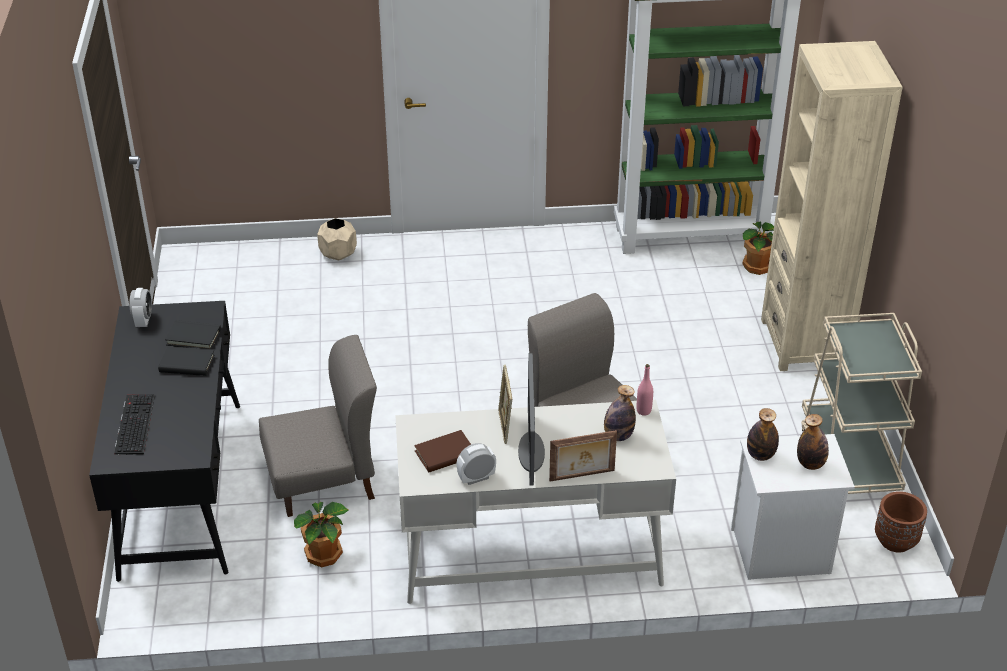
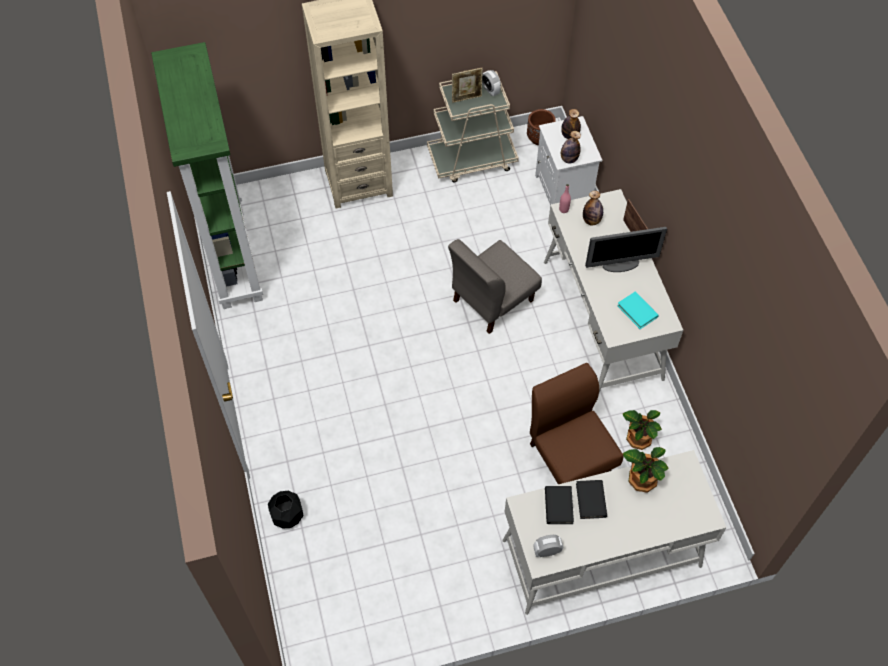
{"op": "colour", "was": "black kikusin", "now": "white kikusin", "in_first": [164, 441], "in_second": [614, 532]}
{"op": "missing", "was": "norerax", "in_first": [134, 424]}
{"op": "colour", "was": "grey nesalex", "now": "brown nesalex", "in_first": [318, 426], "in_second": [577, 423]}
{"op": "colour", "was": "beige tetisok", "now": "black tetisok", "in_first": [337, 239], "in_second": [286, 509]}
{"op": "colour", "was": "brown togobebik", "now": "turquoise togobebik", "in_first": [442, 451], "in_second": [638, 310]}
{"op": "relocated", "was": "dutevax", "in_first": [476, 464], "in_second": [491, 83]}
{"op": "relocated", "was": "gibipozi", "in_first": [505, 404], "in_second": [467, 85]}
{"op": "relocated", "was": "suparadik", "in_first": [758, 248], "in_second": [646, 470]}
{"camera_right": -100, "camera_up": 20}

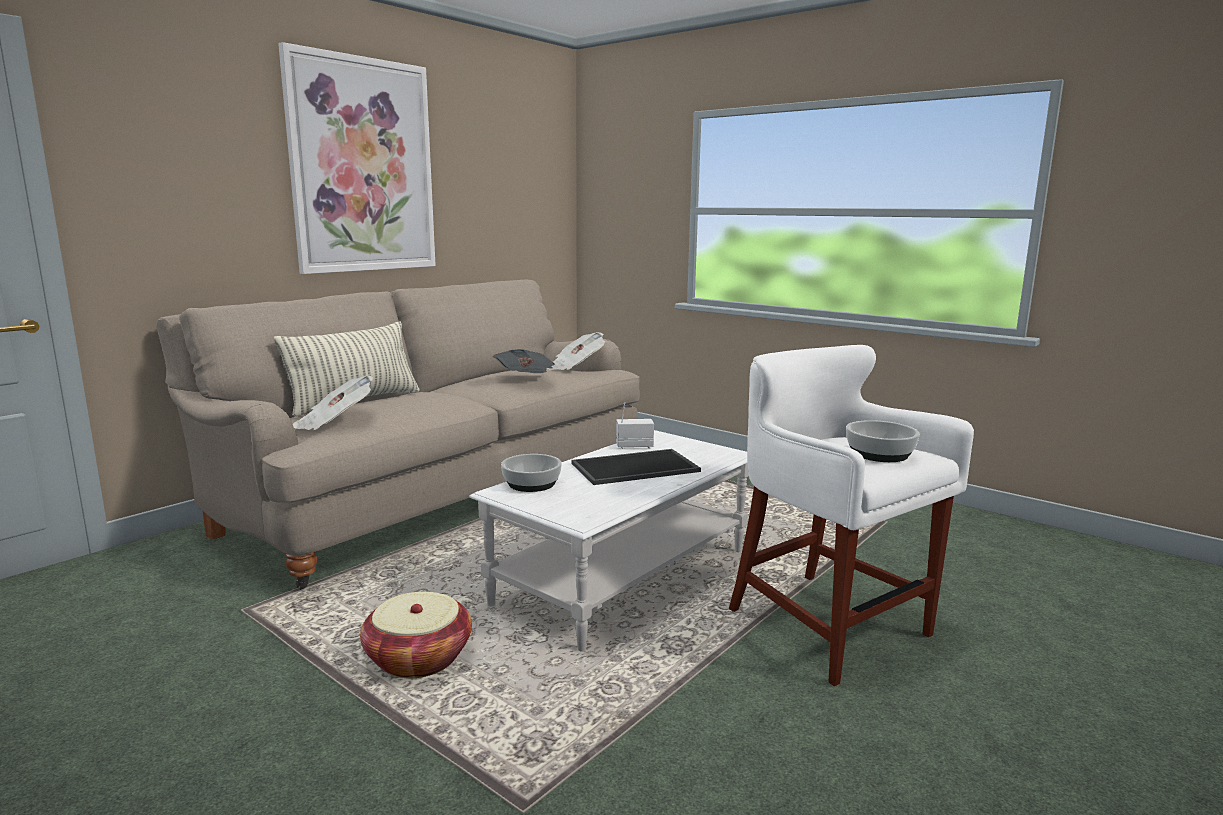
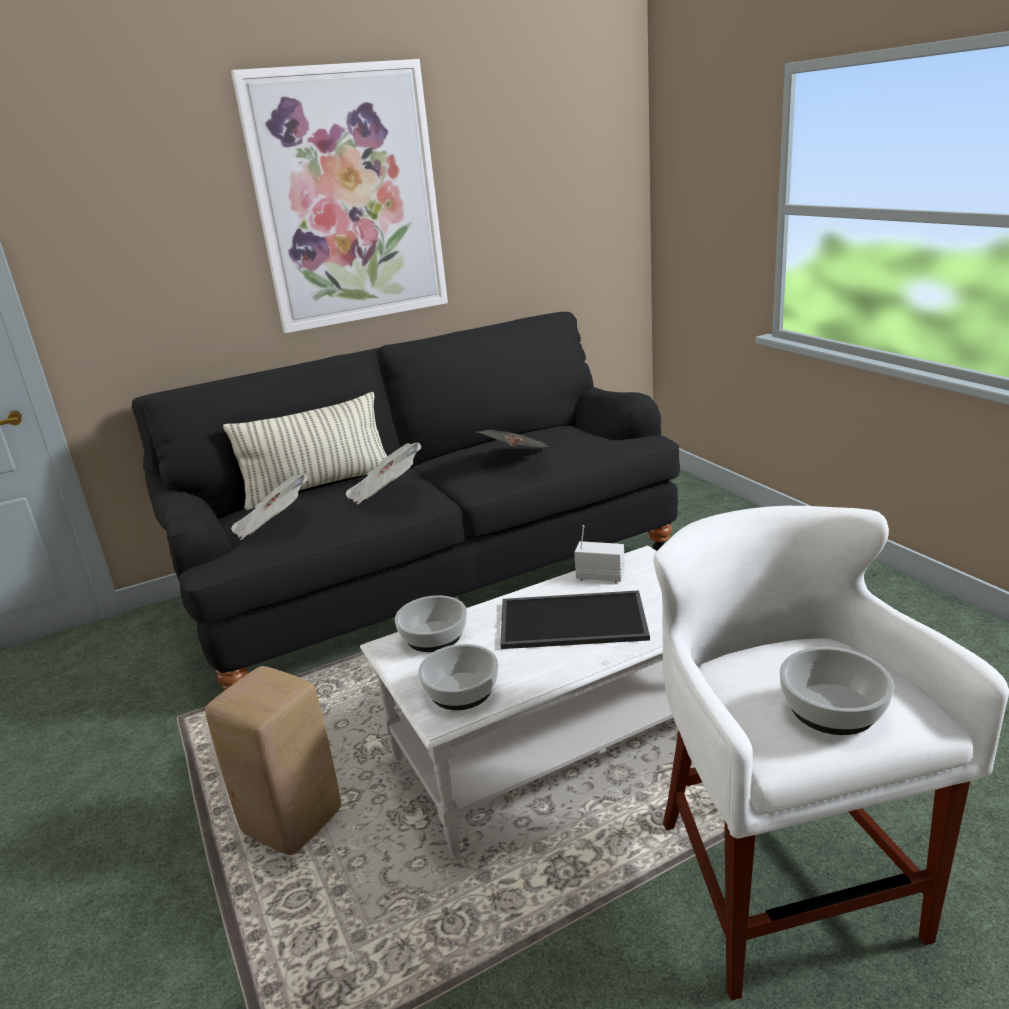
{"op": "colour", "was": "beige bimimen", "now": "black bimimen", "in_first": [398, 434], "in_second": [406, 501]}
{"op": "exchanged", "was": "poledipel", "now": "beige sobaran", "in_first": [416, 635], "in_second": [273, 760]}
{"op": "relocated", "was": "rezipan", "in_first": [576, 351], "in_second": [383, 473]}
{"op": "appeared", "now": "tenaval", "in_second": [458, 677]}
{"camera_right": 25, "camera_up": 10}

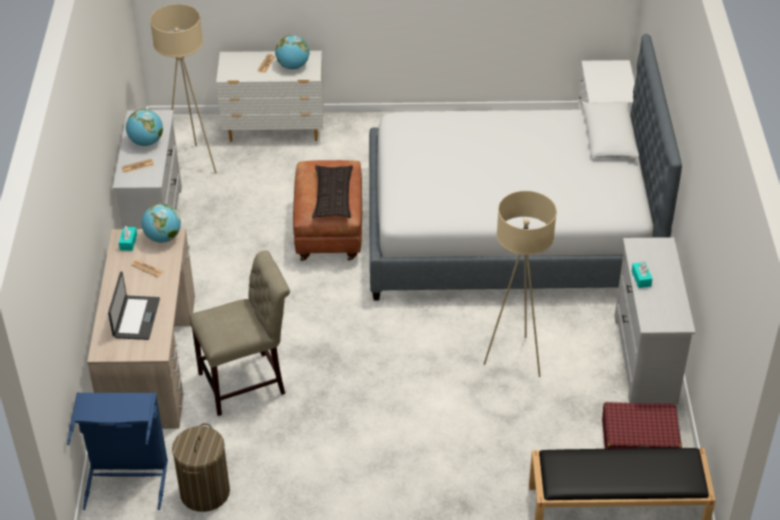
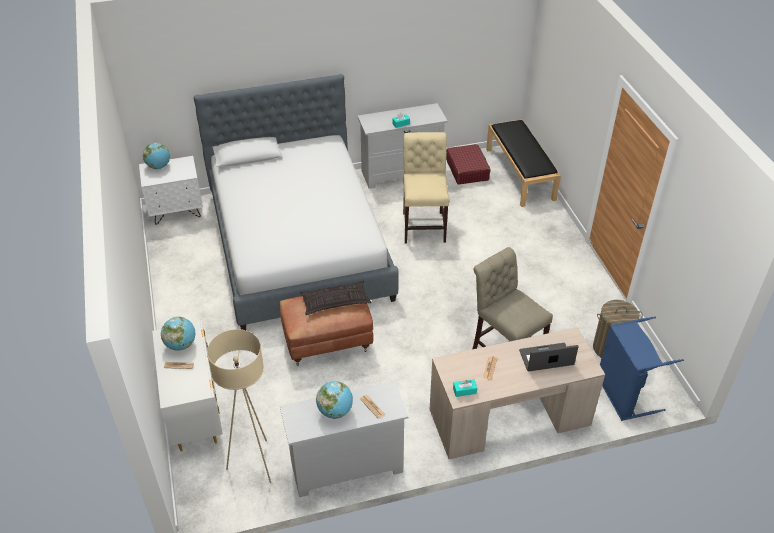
{"op": "relocated", "was": "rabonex", "in_first": [161, 223], "in_second": [156, 156]}
{"op": "exchanged", "was": "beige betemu", "now": "beige nesalex", "in_first": [520, 284], "in_second": [426, 187]}
{"camera_right": -105, "camera_up": 0}

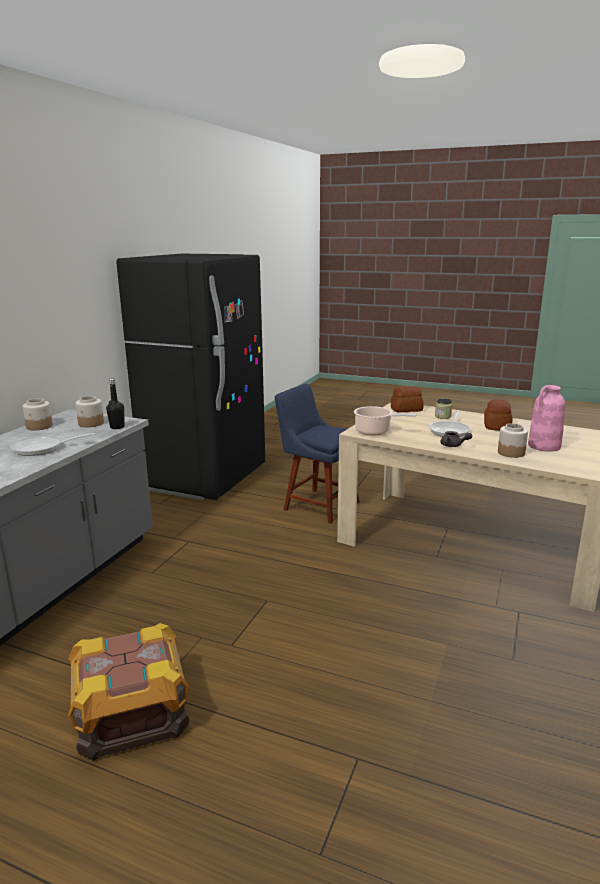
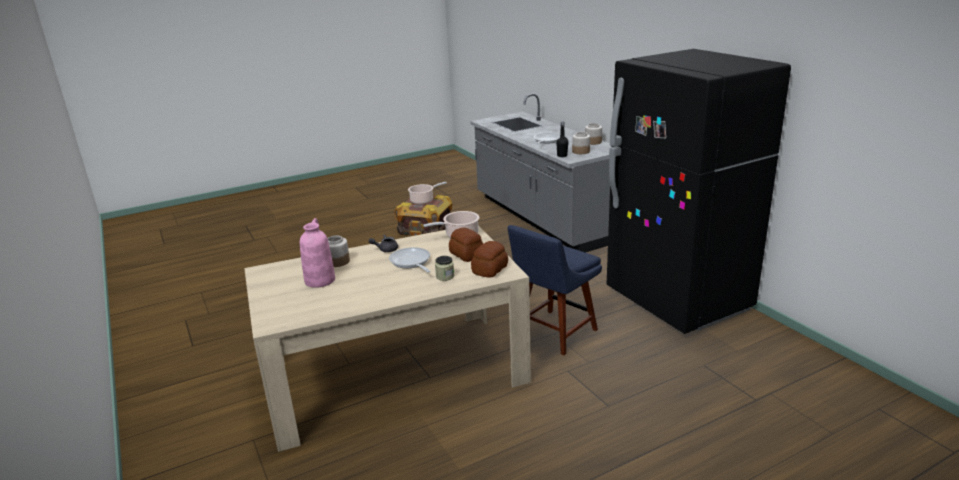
{"op": "spun", "was": "blue nesalex", "in_first": [317, 454], "in_second": [554, 290], "clockwise": 150}
{"op": "relocated", "was": "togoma", "in_first": [498, 415], "in_second": [466, 245]}
{"op": "appeared", "now": "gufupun", "in_second": [427, 193]}
{"camera_right": 130, "camera_up": 5}

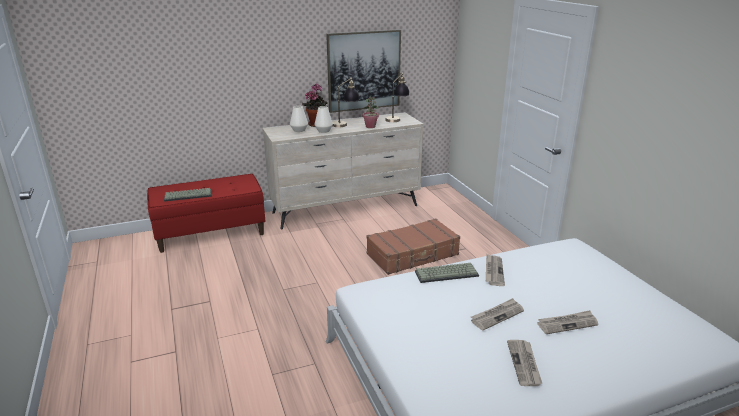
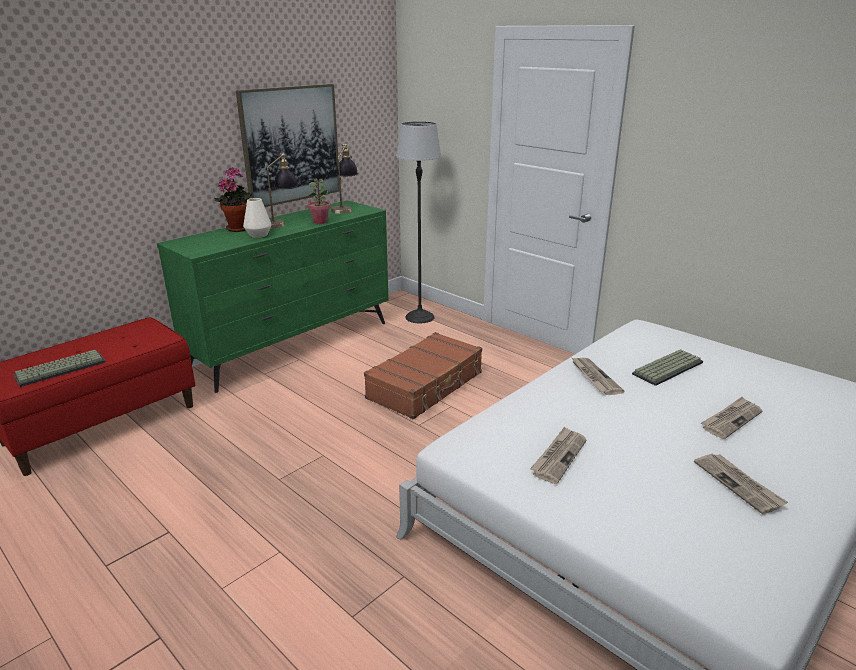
{"op": "colour", "was": "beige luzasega", "now": "green luzasega", "in_first": [343, 170], "in_second": [272, 296]}
{"op": "missing", "was": "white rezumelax", "in_first": [299, 119]}
{"op": "relocated", "was": "norerax", "in_first": [447, 273], "in_second": [667, 367]}
{"op": "relocated", "was": "rezipan", "in_first": [497, 314], "in_second": [558, 455]}
{"op": "appeared", "now": "betemu", "in_second": [419, 222]}
{"camera_right": -25, "camera_up": 0}

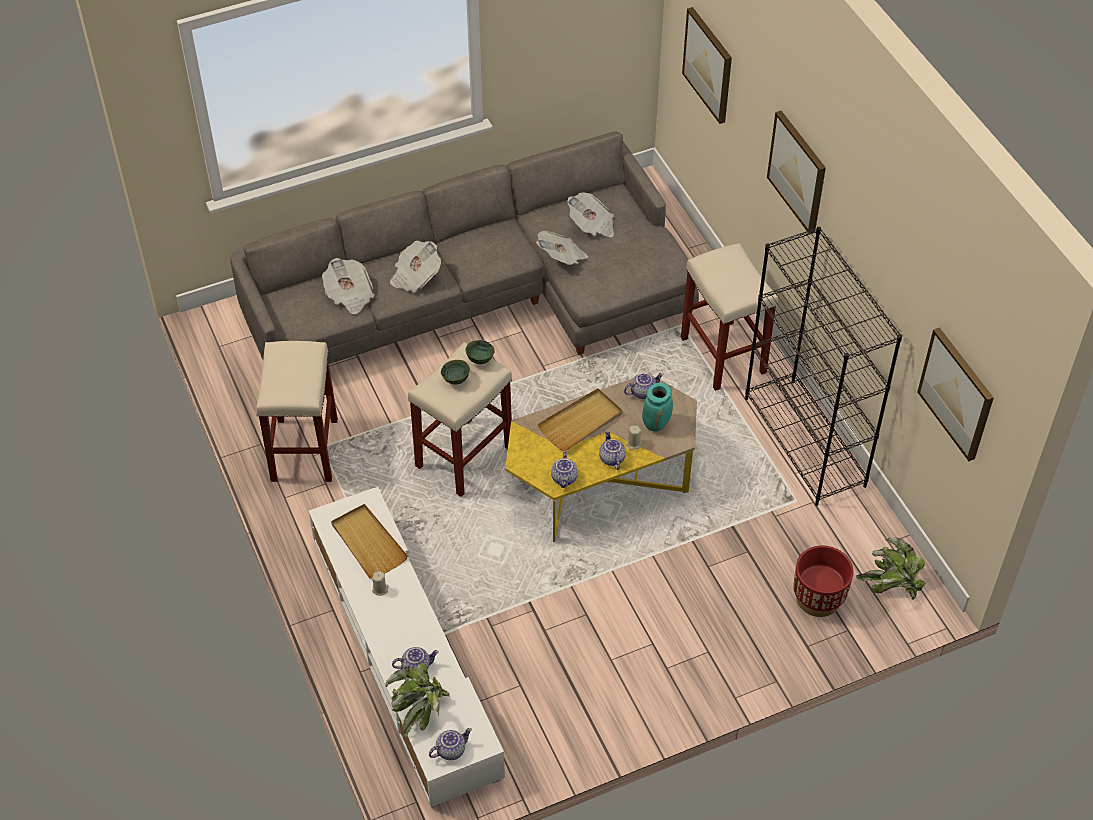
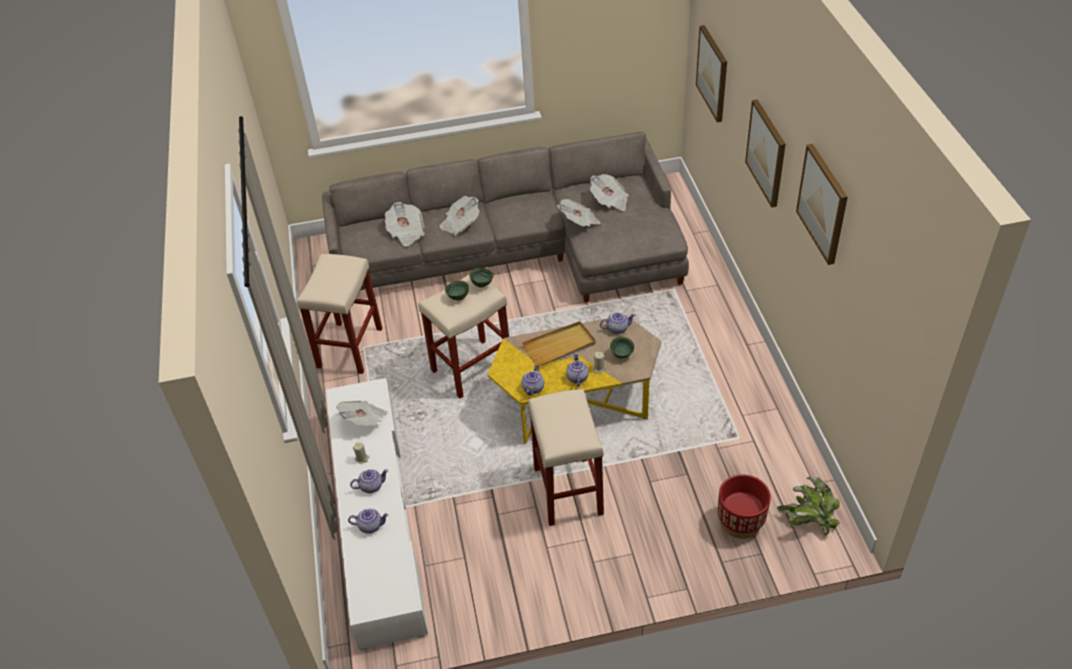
{"op": "exchanged", "was": "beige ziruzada", "now": "rezipan", "in_first": [369, 541], "in_second": [362, 413]}
{"op": "missing", "was": "suparadik", "in_first": [417, 700]}
{"op": "relocated", "was": "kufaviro", "in_first": [450, 744], "in_second": [369, 481]}
{"op": "exchanged", "was": "turquoise rezumelax", "now": "green tenaval", "in_first": [657, 407], "in_second": [622, 348]}
{"op": "relocated", "was": "beige sobaran", "in_first": [729, 317], "in_second": [566, 457]}
{"op": "missing", "was": "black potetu", "in_first": [823, 366]}
{"op": "relocated", "was": "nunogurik", "in_first": [955, 394], "in_second": [822, 204]}
{"camera_right": 15, "camera_up": -5}

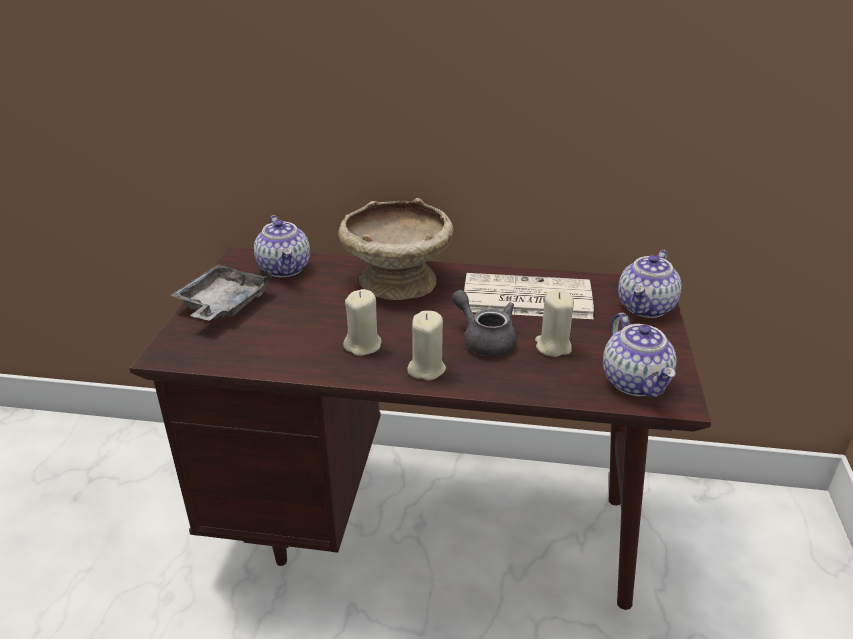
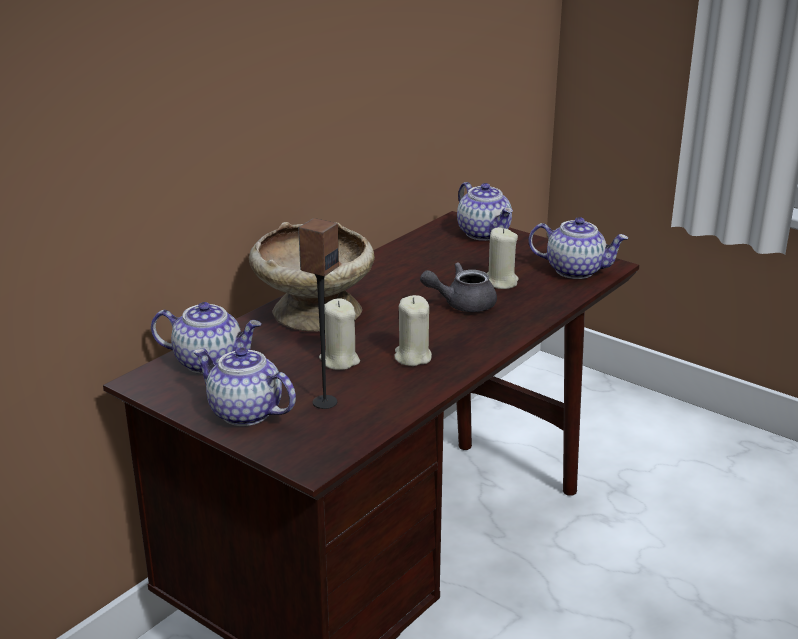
{"op": "exchanged", "was": "grey ziruzada", "now": "kufaviro", "in_first": [221, 293], "in_second": [244, 386]}
{"op": "relocated", "was": "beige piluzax", "in_first": [426, 345], "in_second": [339, 334]}
{"op": "missing", "was": "rezipan", "in_first": [528, 296]}
{"op": "appeared", "now": "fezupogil", "in_second": [318, 313]}
{"camera_right": -60, "camera_up": -5}

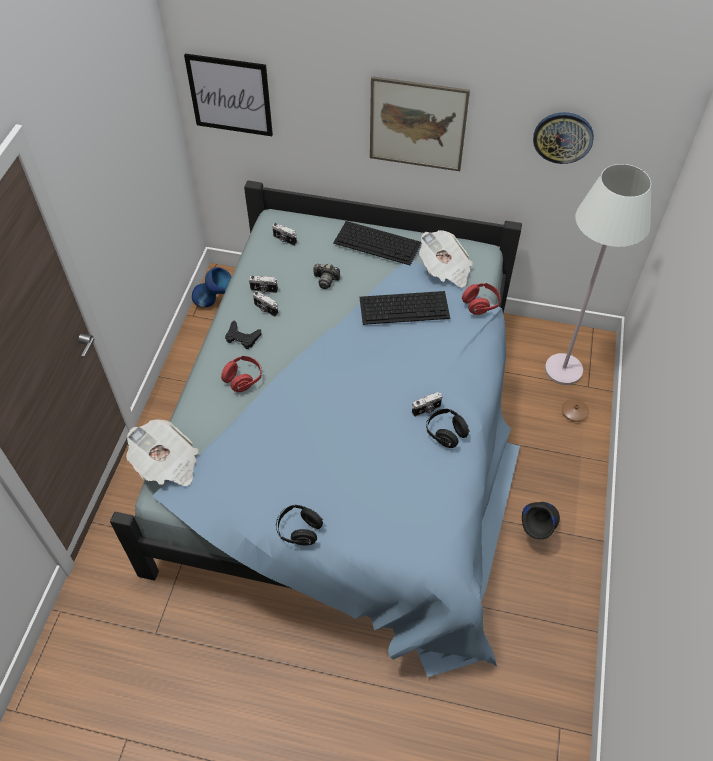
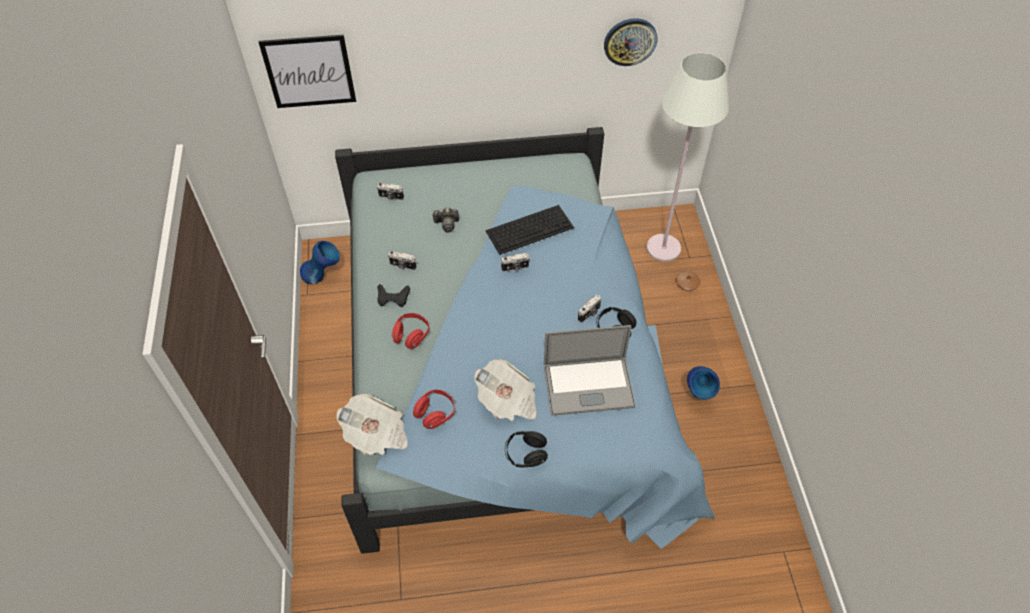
{"op": "relocated", "was": "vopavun", "in_first": [263, 284], "in_second": [515, 262]}
{"op": "missing", "was": "norerax", "in_first": [377, 243]}
{"op": "missing", "was": "nunogurik", "in_first": [420, 123]}
{"op": "relocated", "was": "rezipan", "in_first": [446, 259], "in_second": [505, 390]}
{"op": "relocated", "was": "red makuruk", "in_first": [481, 299], "in_second": [434, 409]}
{"op": "colour", "was": "black rezumelax", "now": "blue rezumelax", "in_first": [541, 520], "in_second": [703, 383]}
{"op": "appeared", "now": "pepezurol", "in_second": [590, 370]}
{"camera_right": -20, "camera_up": 0}

